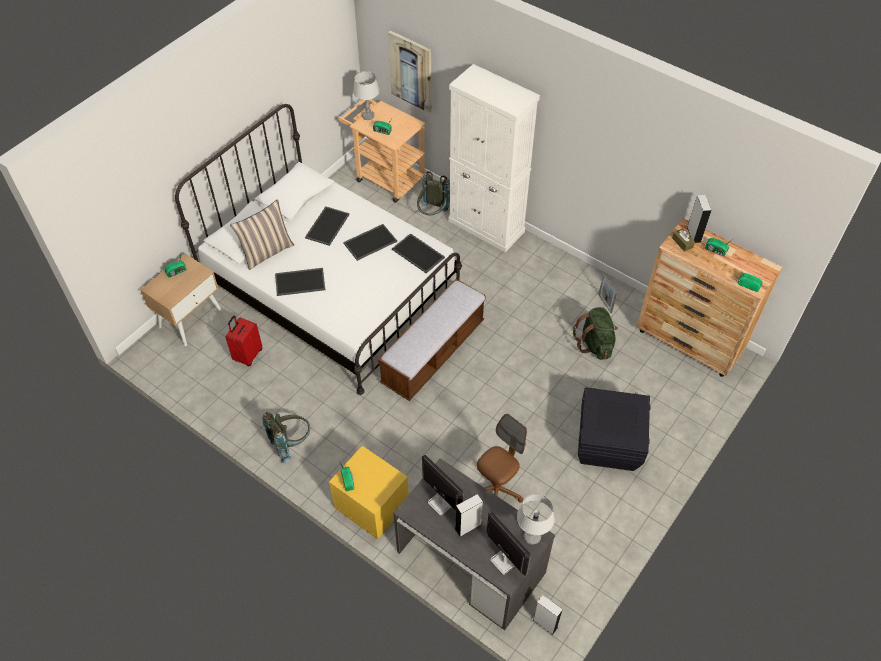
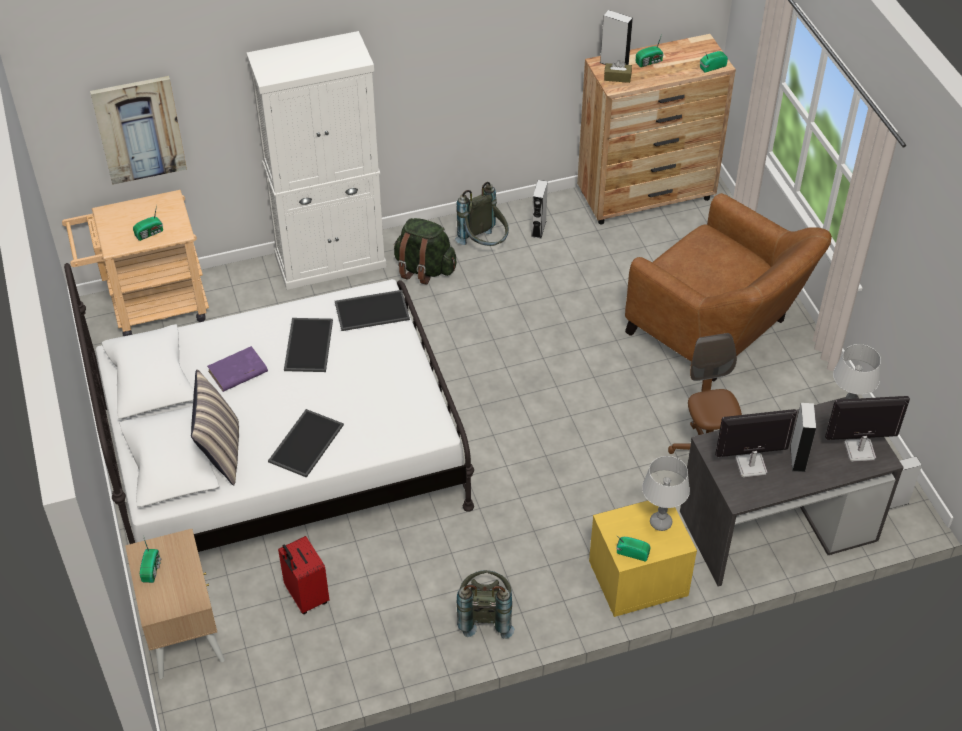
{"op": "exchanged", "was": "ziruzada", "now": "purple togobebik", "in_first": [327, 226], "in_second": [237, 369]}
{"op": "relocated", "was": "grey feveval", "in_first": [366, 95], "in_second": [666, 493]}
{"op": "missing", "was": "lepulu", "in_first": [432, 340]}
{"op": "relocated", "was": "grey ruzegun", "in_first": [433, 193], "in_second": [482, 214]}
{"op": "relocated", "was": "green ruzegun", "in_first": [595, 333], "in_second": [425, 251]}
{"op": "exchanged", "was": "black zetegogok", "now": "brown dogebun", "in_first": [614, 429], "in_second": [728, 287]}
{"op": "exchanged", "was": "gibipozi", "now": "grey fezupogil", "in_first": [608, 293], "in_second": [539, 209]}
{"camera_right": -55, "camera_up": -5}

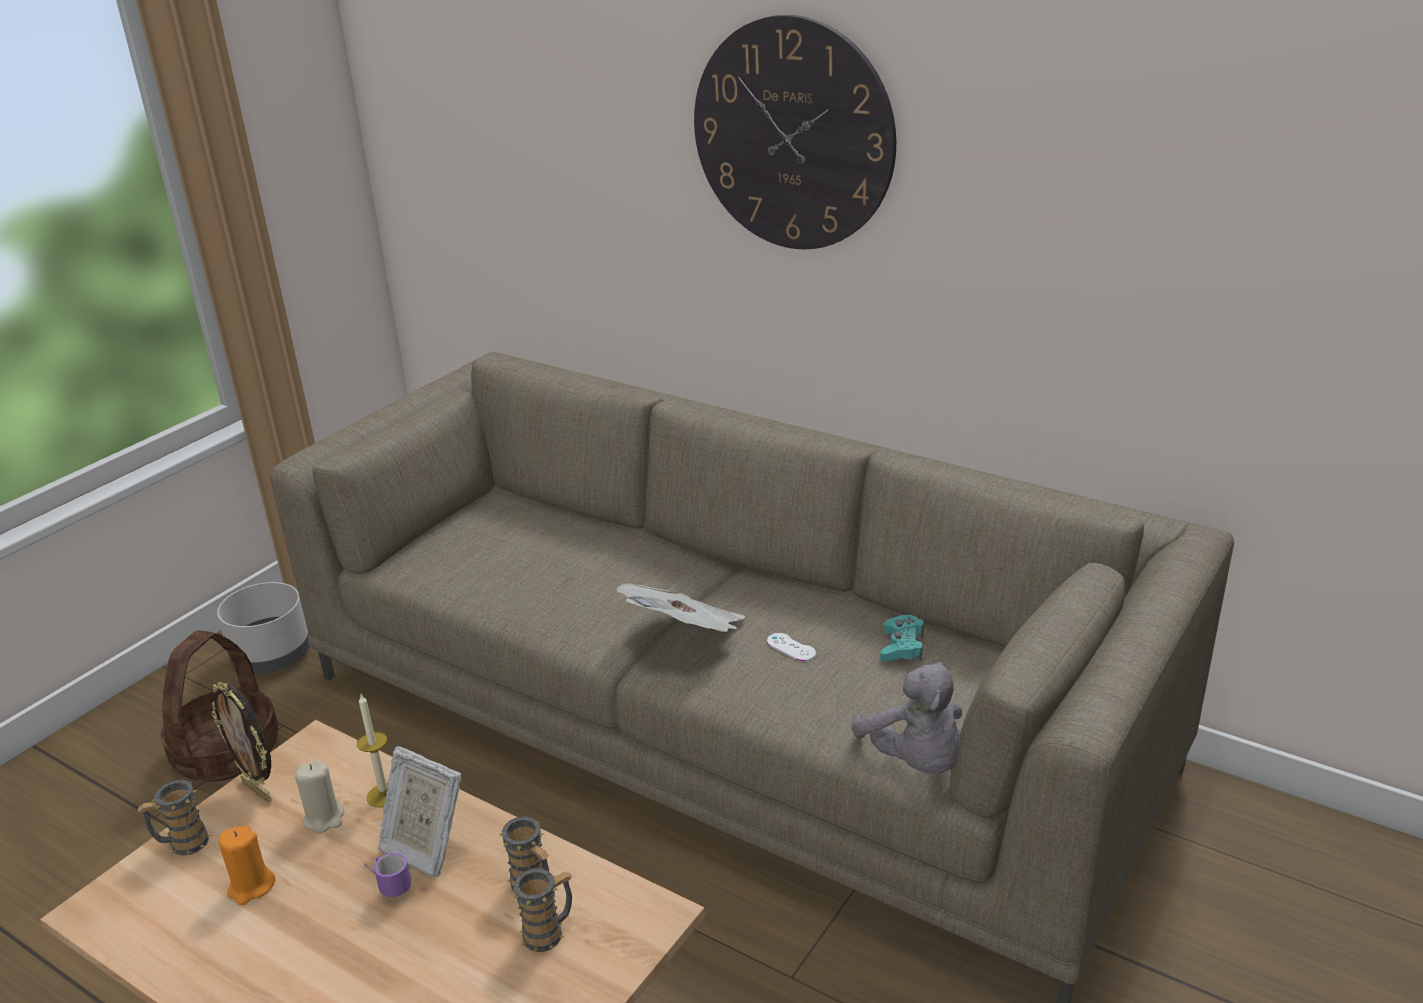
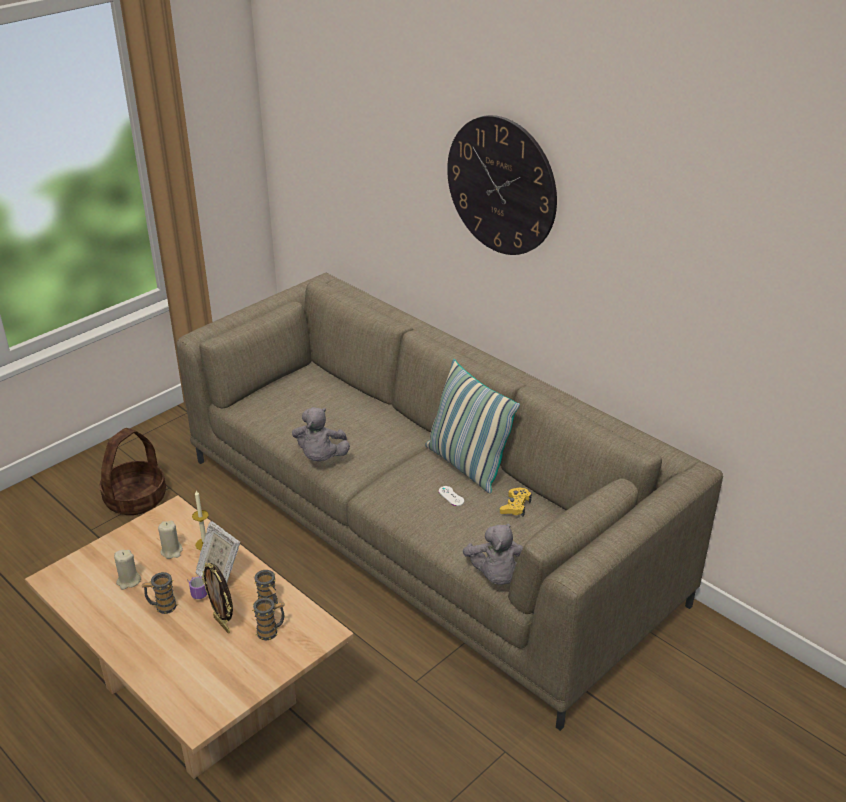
{"op": "relocated", "was": "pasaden", "in_first": [174, 818], "in_second": [159, 593]}
{"op": "relocated", "was": "gibipozi", "in_first": [241, 742], "in_second": [217, 598]}
{"op": "missing", "was": "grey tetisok", "in_first": [263, 628]}
{"op": "colour", "was": "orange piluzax", "now": "beige piluzax", "in_first": [246, 865], "in_second": [127, 570]}
{"op": "missing", "was": "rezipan", "in_first": [681, 607]}
{"op": "colour", "was": "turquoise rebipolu", "now": "yellow rebipolu", "in_first": [902, 638], "in_second": [516, 502]}
{"op": "appeared", "now": "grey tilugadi", "in_second": [321, 434]}
{"op": "appeared", "now": "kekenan", "in_second": [472, 426]}
{"camera_right": 10, "camera_up": 5}

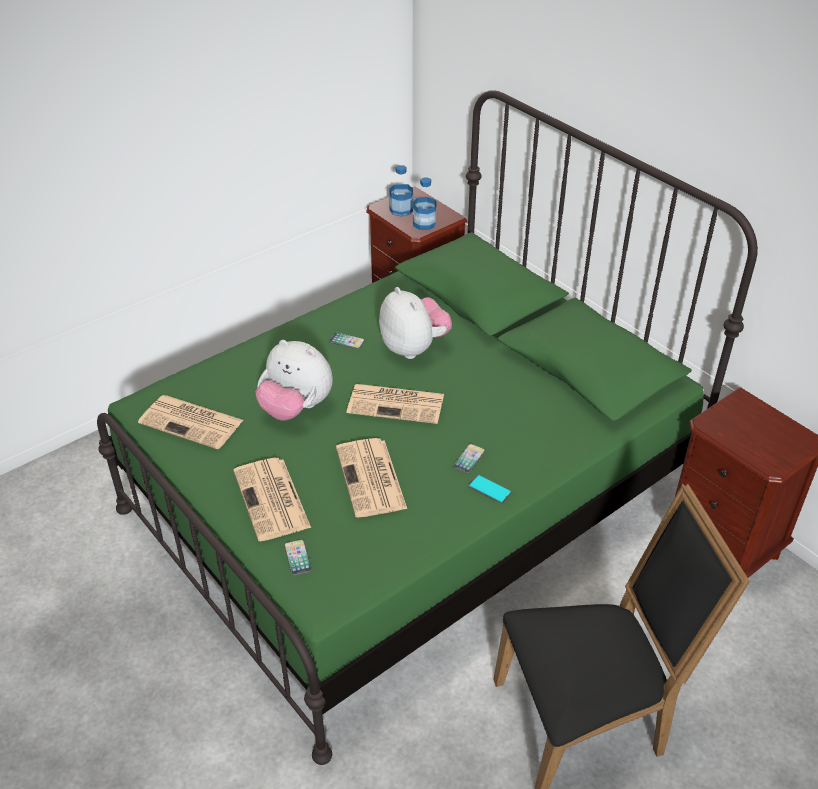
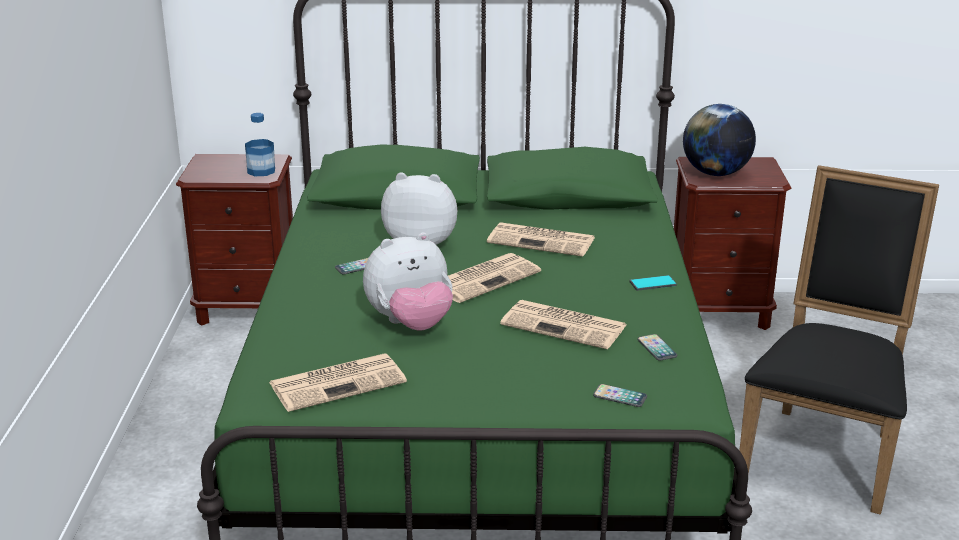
{"op": "relocated", "was": "rezipan", "in_first": [272, 499], "in_second": [541, 239]}
{"op": "missing", "was": "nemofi", "in_first": [401, 191]}
{"op": "relocated", "was": "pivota", "in_first": [469, 459], "in_second": [657, 347]}
{"op": "appeared", "now": "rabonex", "in_second": [719, 140]}
{"camera_right": -50, "camera_up": -15}

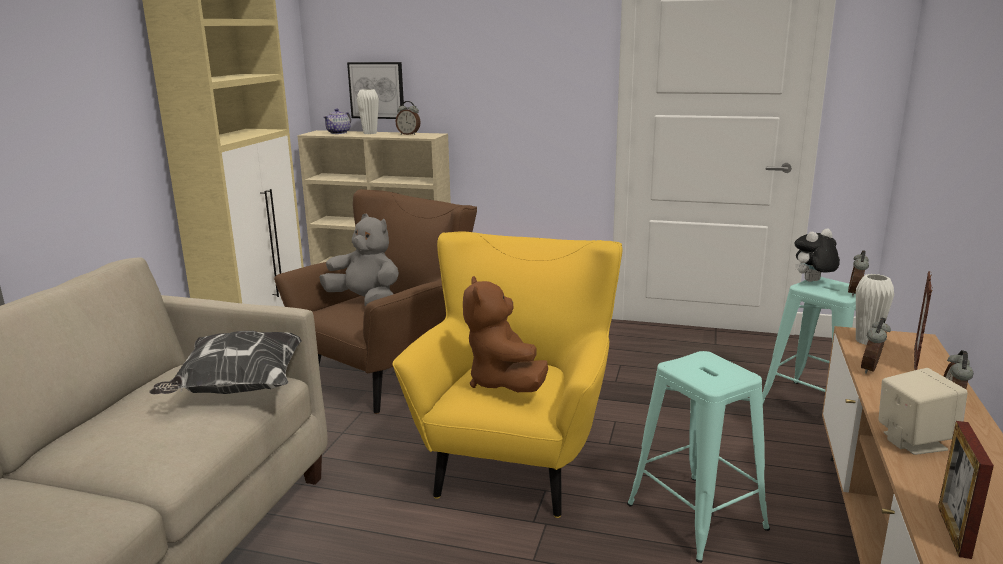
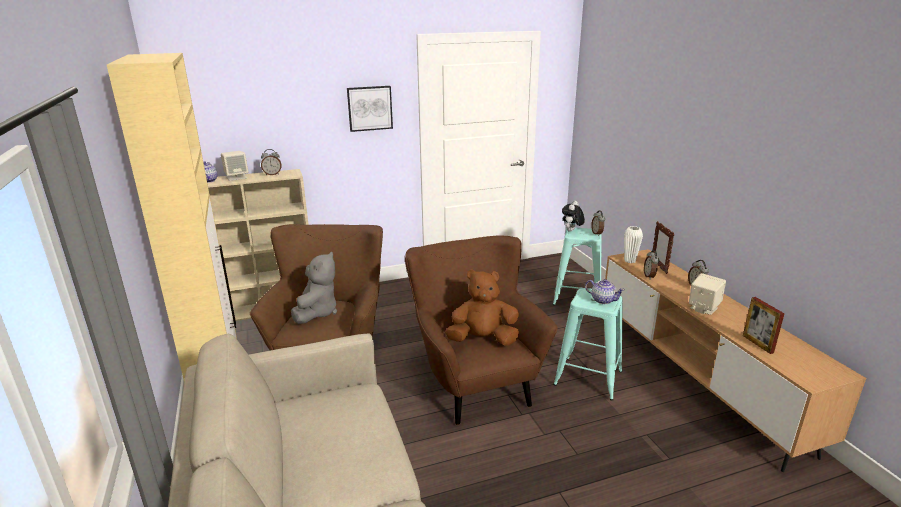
{"op": "missing", "was": "kekenan", "in_first": [225, 362]}
{"op": "spun", "was": "grey tilugadi", "in_first": [359, 260], "in_second": [314, 288], "clockwise": 105}
{"op": "relocated", "was": "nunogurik", "in_first": [375, 90], "in_second": [370, 109]}
{"op": "exchanged", "was": "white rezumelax", "now": "beige fezupogil", "in_first": [368, 111], "in_second": [234, 166]}
{"op": "colour", "was": "yellow dogebun", "now": "brown dogebun", "in_first": [507, 374], "in_second": [481, 330]}
{"op": "spun", "was": "brown tilugadi", "in_first": [505, 334], "in_second": [482, 307], "clockwise": 135}
{"op": "appeared", "now": "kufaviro", "in_second": [605, 291]}
{"camera_right": -35, "camera_up": 5}

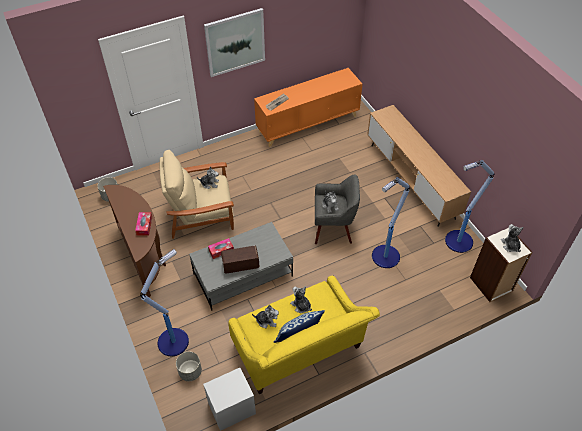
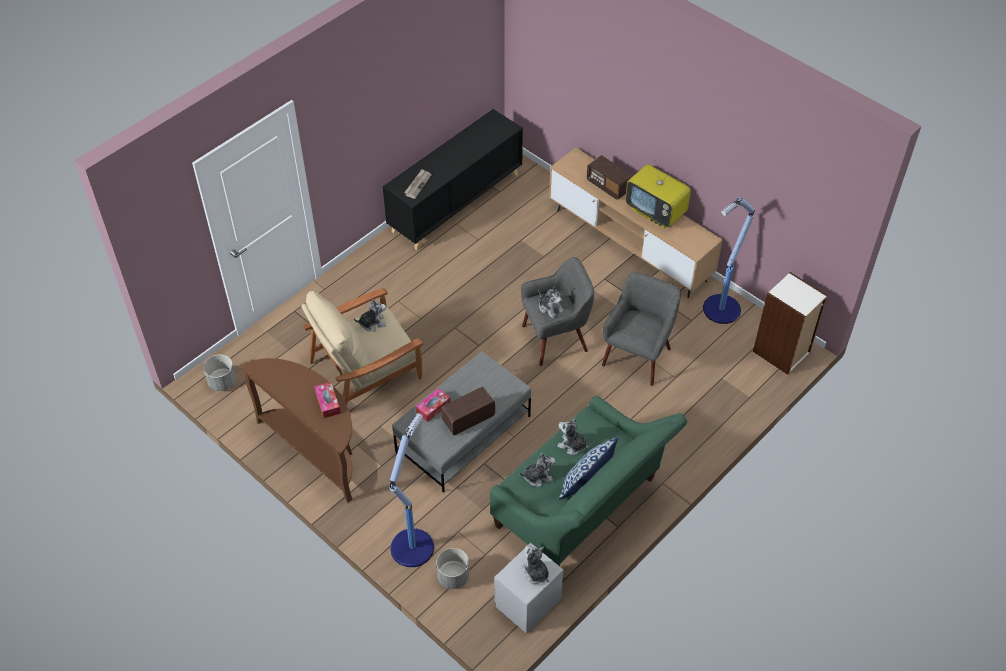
{"op": "missing", "was": "nunogurik", "in_first": [234, 42]}
{"op": "colour", "was": "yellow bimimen", "now": "green bimimen", "in_first": [304, 334], "in_second": [588, 481]}
{"op": "colour", "was": "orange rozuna", "now": "black rozuna", "in_first": [308, 107], "in_second": [453, 179]}
{"op": "exchanged", "was": "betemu", "now": "grey dogebun", "in_first": [391, 222], "in_second": [641, 329]}
{"op": "relocated", "was": "tilugadi", "in_first": [512, 238], "in_second": [534, 564]}
{"op": "appeared", "now": "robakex", "in_second": [609, 177]}
{"op": "appeared", "now": "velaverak", "in_second": [658, 194]}
{"camera_right": -20, "camera_up": 0}

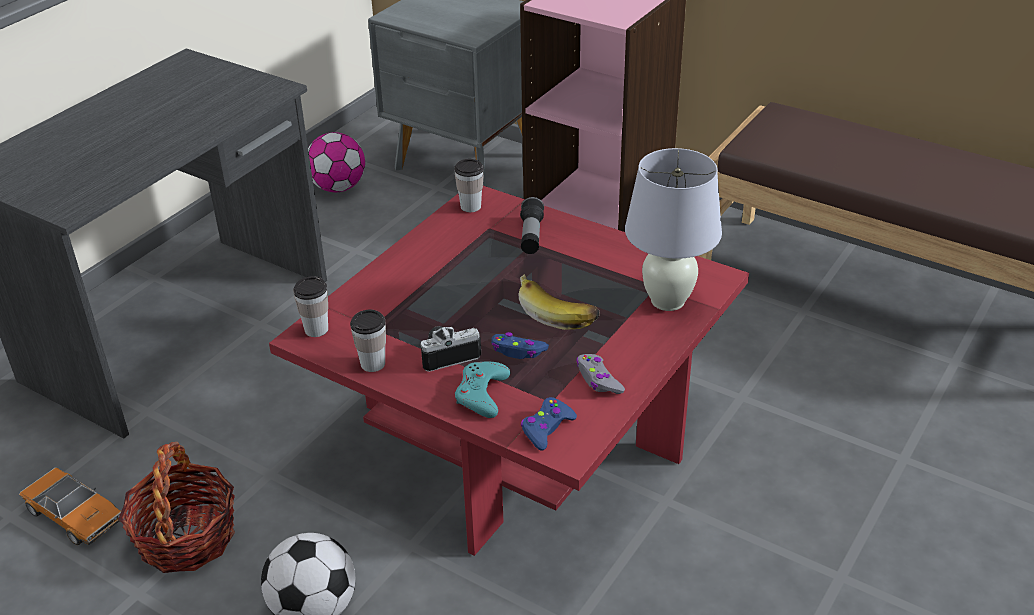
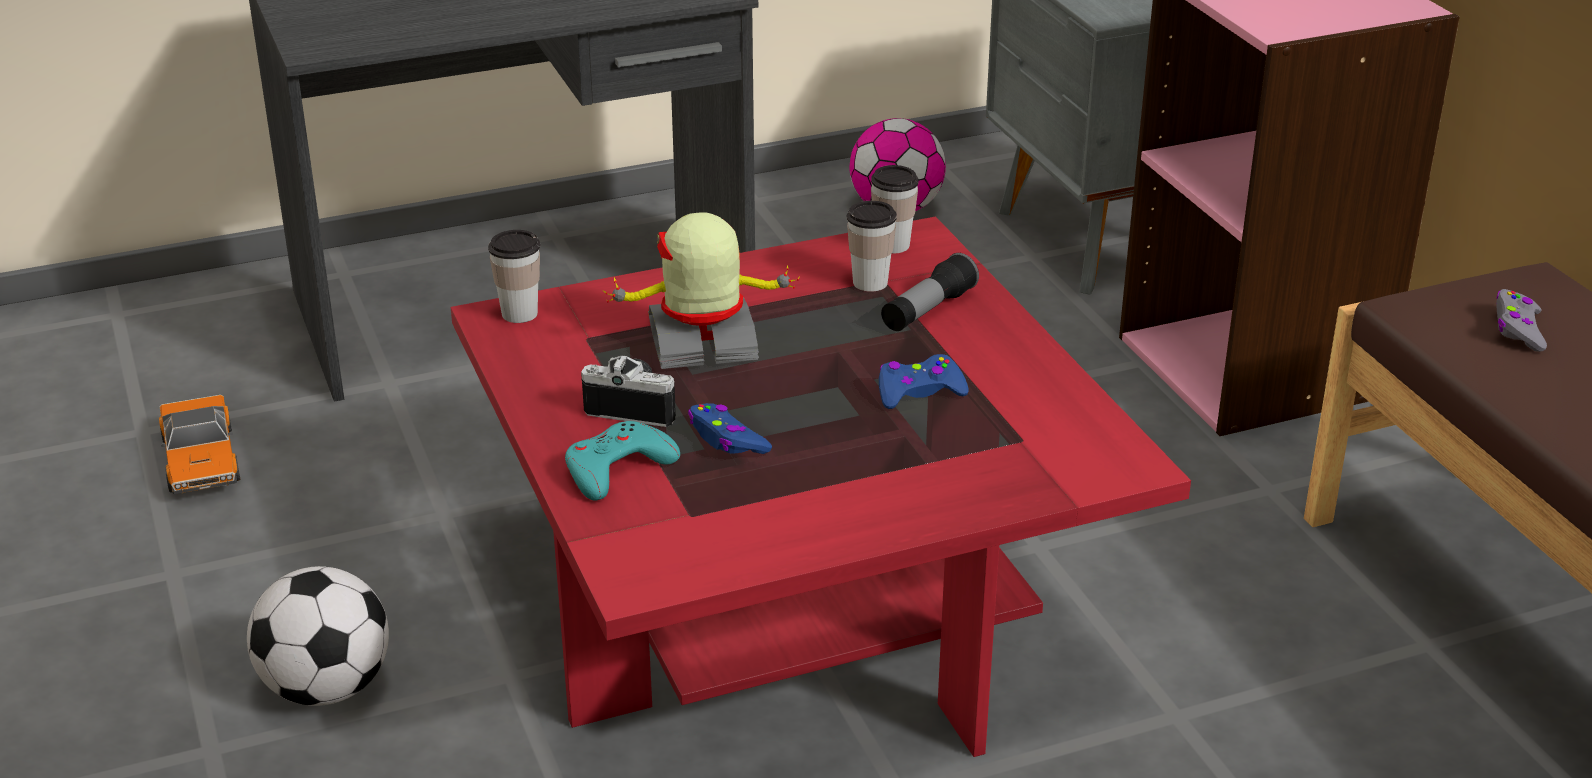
{"op": "missing", "was": "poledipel", "in_first": [177, 507]}
{"op": "relocated", "was": "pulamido", "in_first": [368, 341], "in_second": [872, 246]}
{"op": "missing", "was": "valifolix", "in_first": [559, 302]}
{"op": "relocated", "was": "blue rebipolu", "in_first": [549, 423], "in_second": [924, 381]}
{"op": "relocated", "was": "grey rebipolu", "in_first": [600, 374], "in_second": [1521, 320]}
{"op": "missing", "was": "white feveval", "in_first": [673, 229]}
{"op": "appeared", "now": "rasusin", "in_second": [701, 290]}
{"camera_right": 35, "camera_up": -5}

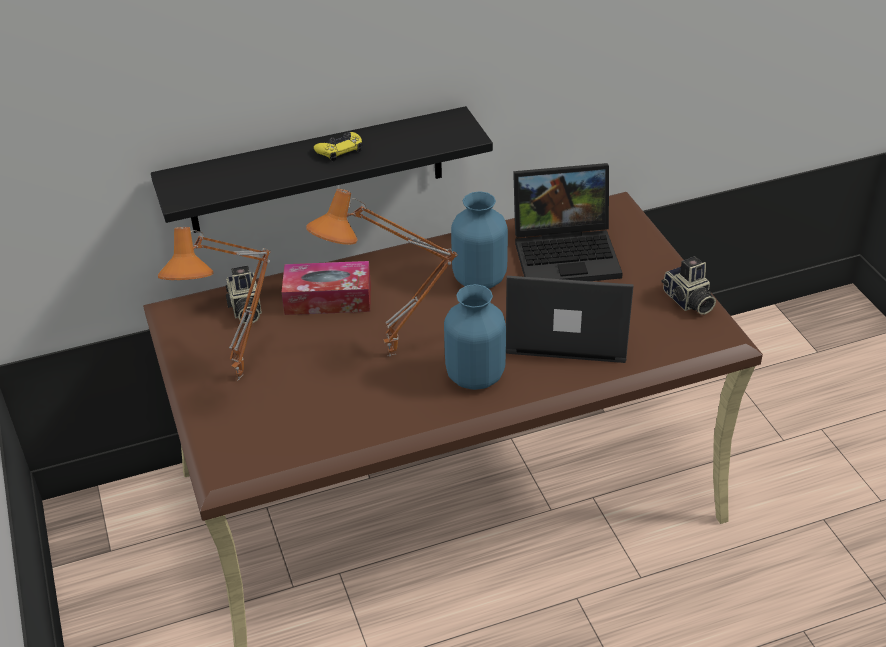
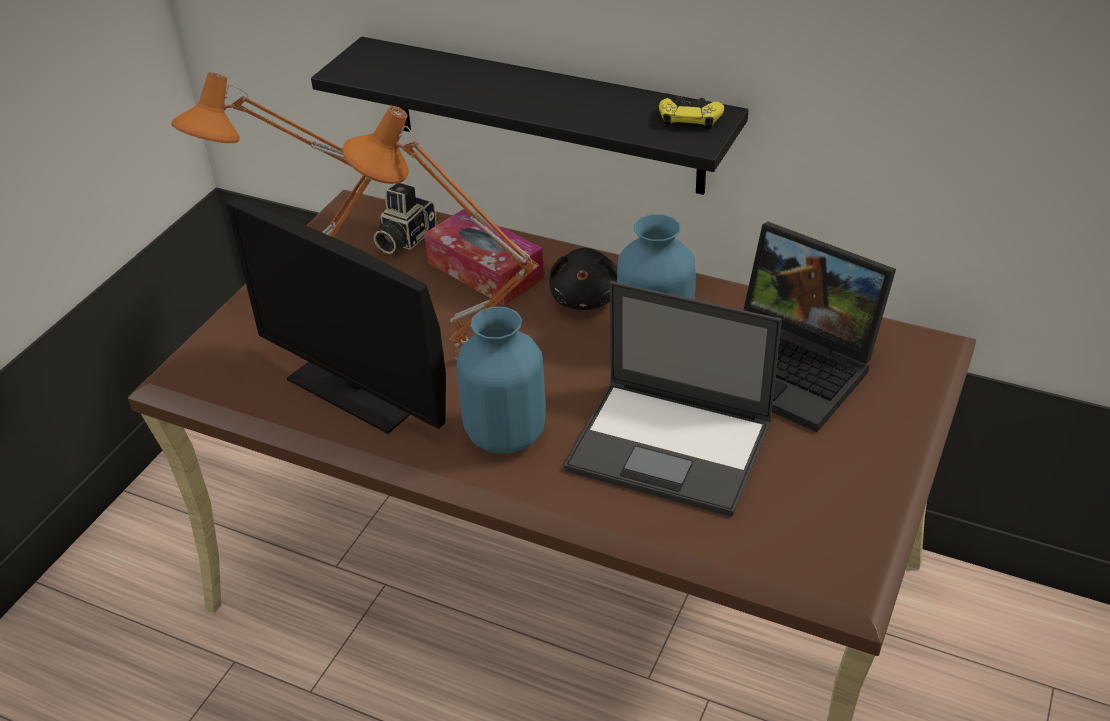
{"op": "relocated", "was": "yellow rebipolu", "in_first": [338, 147], "in_second": [691, 113]}
{"op": "spun", "was": "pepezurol", "in_first": [570, 319], "in_second": [673, 399], "clockwise": 150}
{"op": "missing", "was": "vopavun", "in_first": [689, 285]}
{"op": "appeared", "now": "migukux", "in_second": [336, 316]}
{"op": "appeared", "now": "black tilugadi", "in_second": [583, 279]}
{"camera_right": 45, "camera_up": 0}

